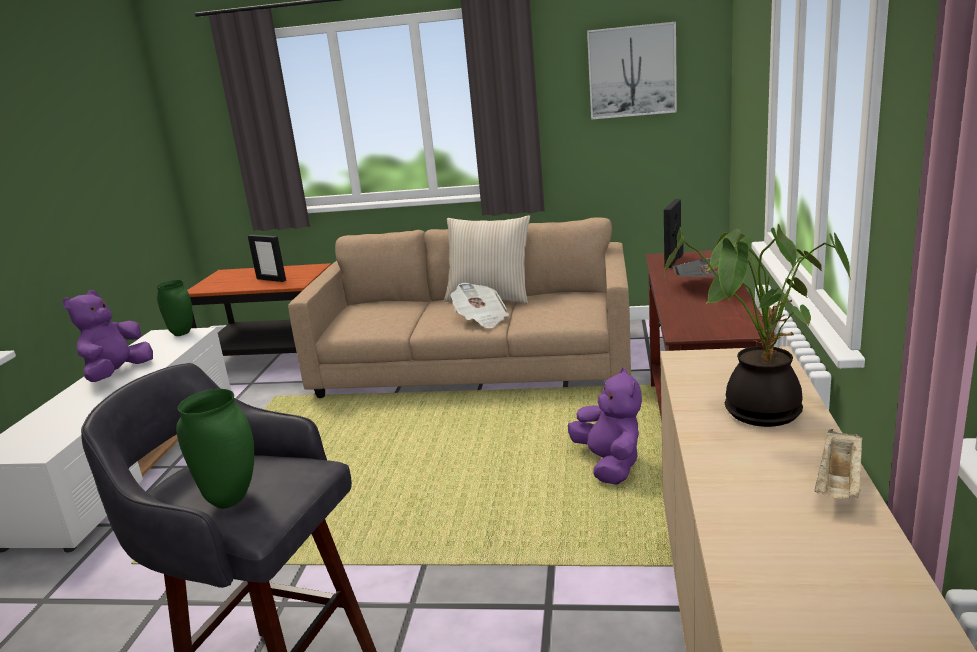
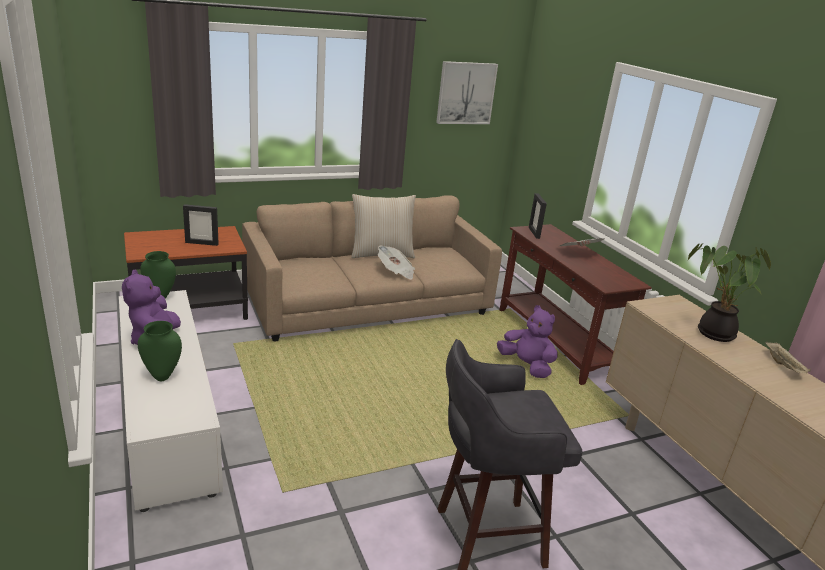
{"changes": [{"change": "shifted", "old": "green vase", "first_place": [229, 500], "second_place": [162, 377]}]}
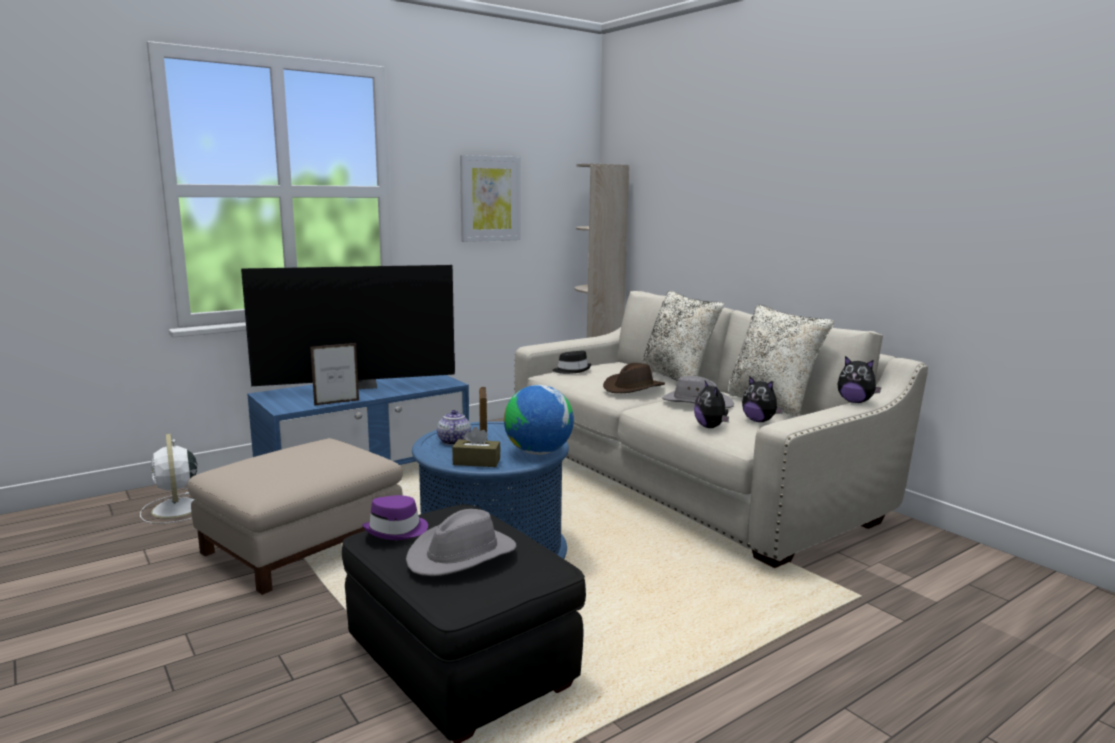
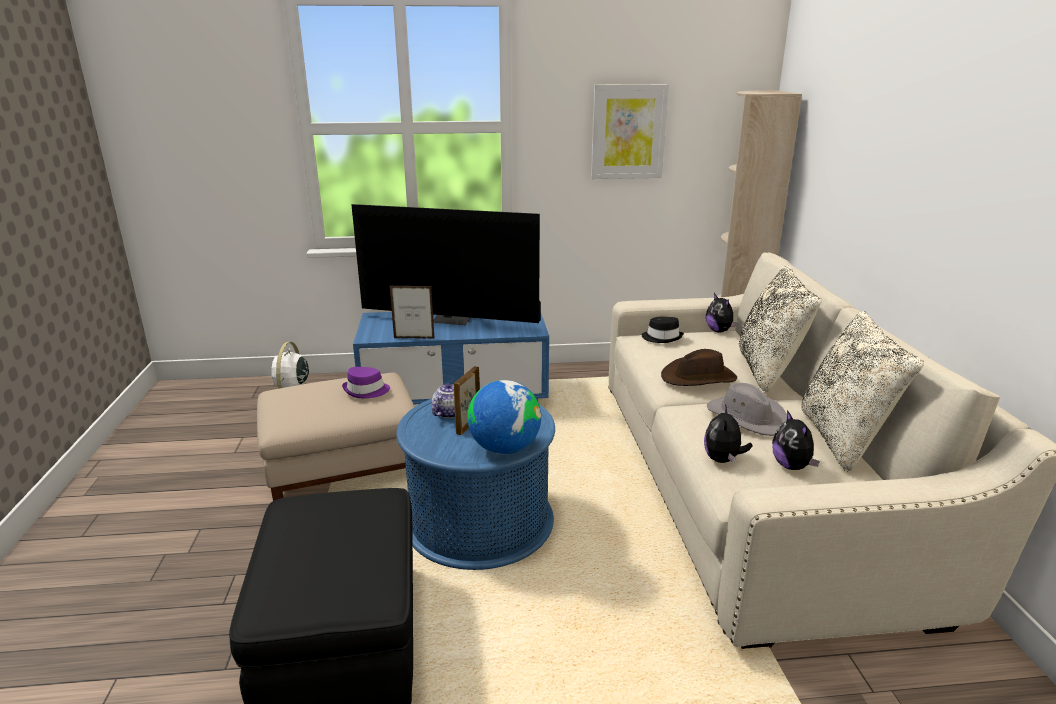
{"changes": [{"change": "shifted", "old": "purple hat", "first_place": [397, 530], "second_place": [366, 391]}, {"change": "shifted", "old": "plush toy", "first_place": [855, 402], "second_place": [719, 331]}, {"change": "gone", "old": "grey hat", "first_place": [462, 555]}, {"change": "gone", "old": "brown tissue box", "first_place": [476, 462]}]}
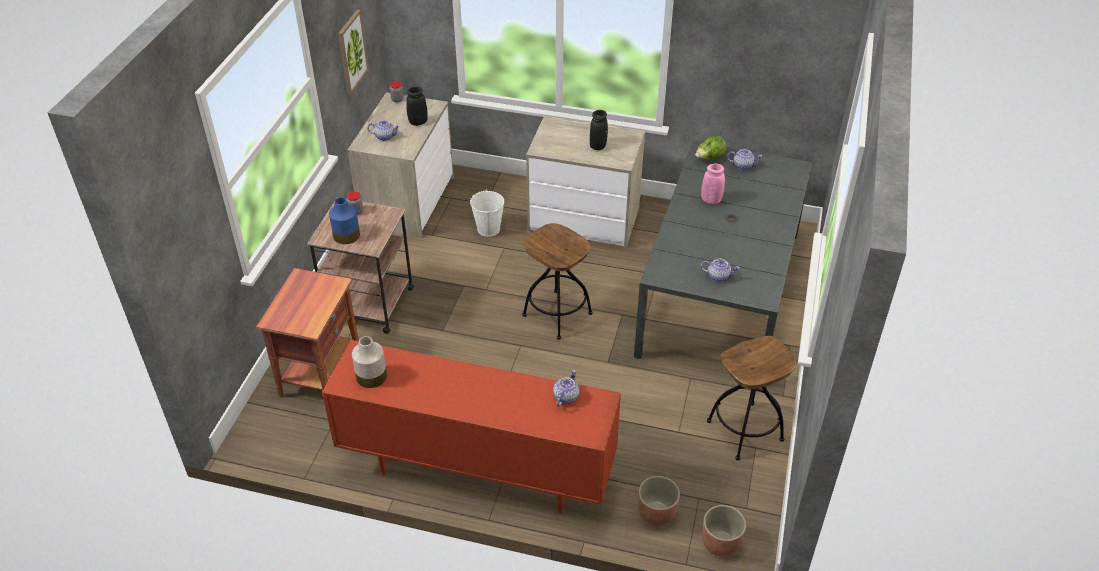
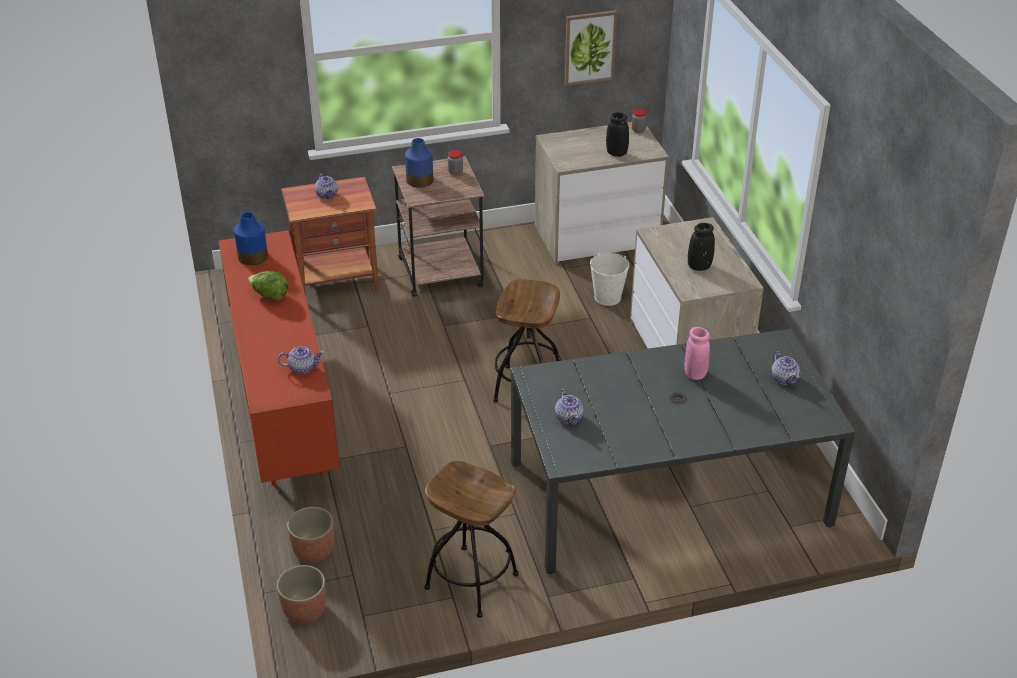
{"changes": [{"change": "repainted", "old": "beige vase", "new": "blue vase", "first_place": [371, 376], "second_place": [252, 256]}, {"change": "shifted", "old": "lettuce", "first_place": [709, 158], "second_place": [269, 296]}, {"change": "shifted", "old": "teapot", "first_place": [385, 136], "second_place": [327, 195]}]}
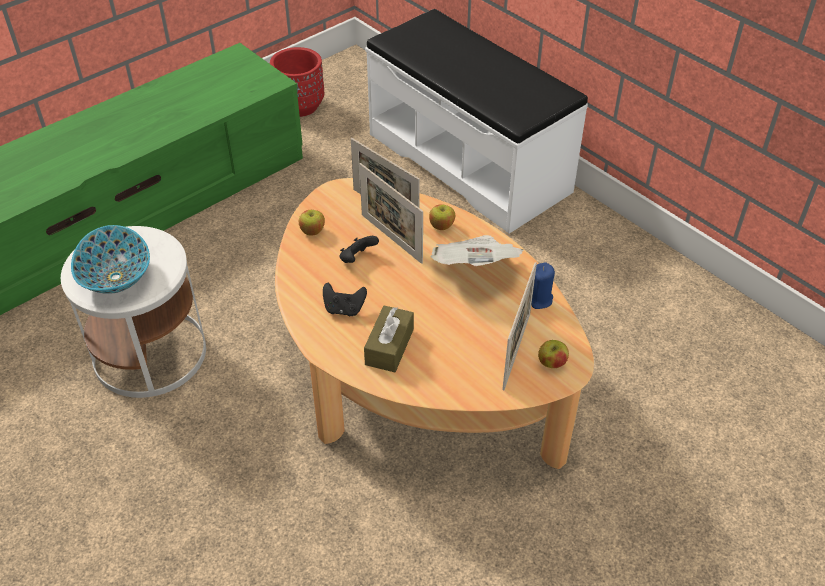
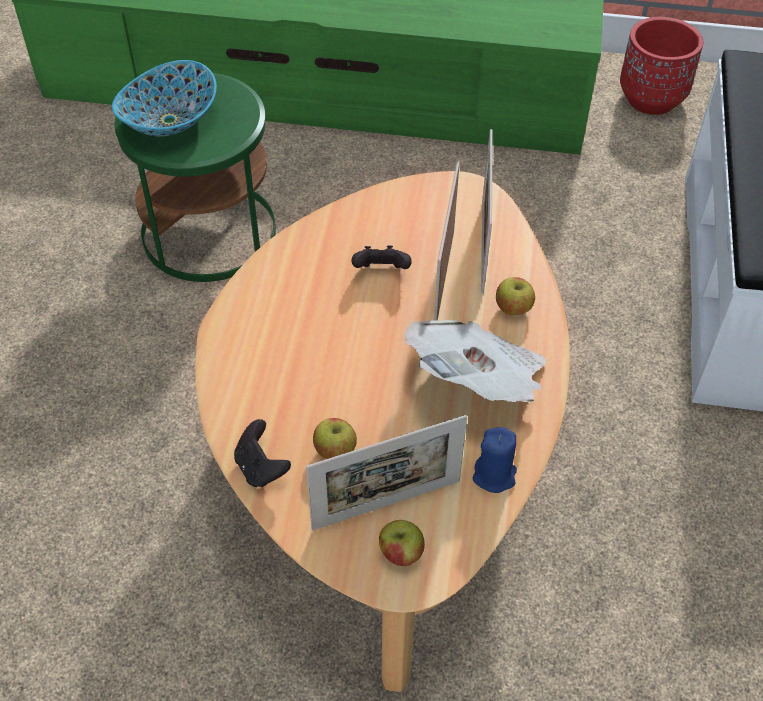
{"changes": [{"change": "repainted", "old": "white side table", "new": "green side table", "first_place": [150, 353], "second_place": [210, 232]}, {"change": "shifted", "old": "black game controller", "first_place": [344, 309], "second_place": [261, 468]}, {"change": "shifted", "old": "apple", "first_place": [312, 231], "second_place": [335, 450]}, {"change": "gone", "old": "brown tissue box", "first_place": [389, 347]}]}
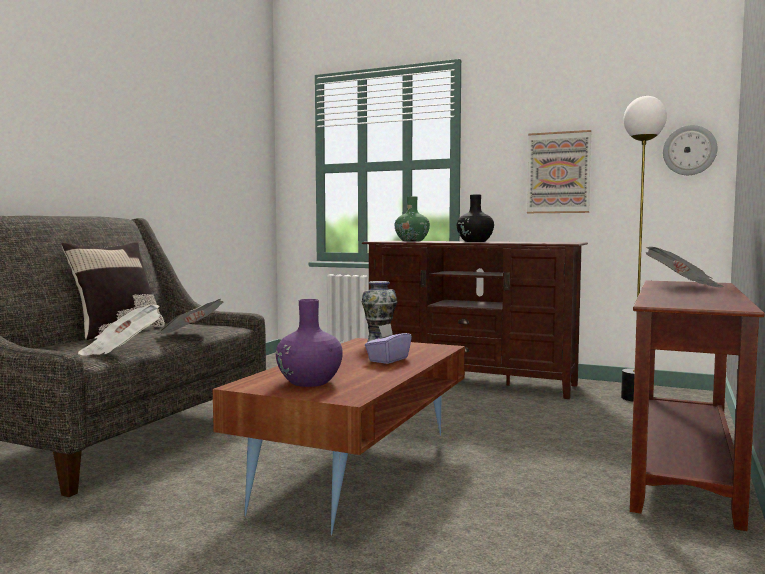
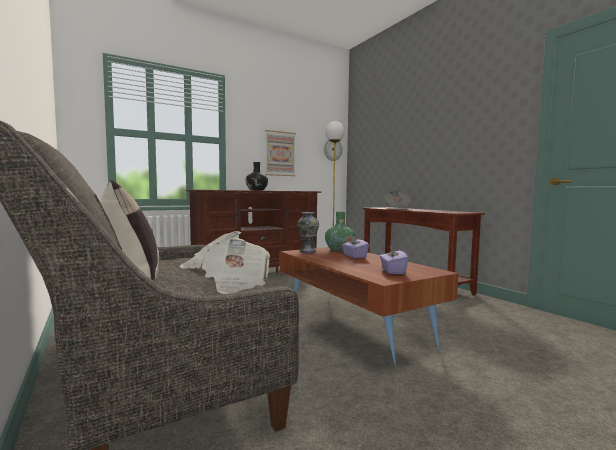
{"changes": [{"change": "shifted", "old": "green vase", "first_place": [412, 241], "second_place": [339, 250]}, {"change": "swapped", "old": "purple vase", "new": "purple tissue box", "first_place": [309, 382], "second_place": [392, 271]}]}
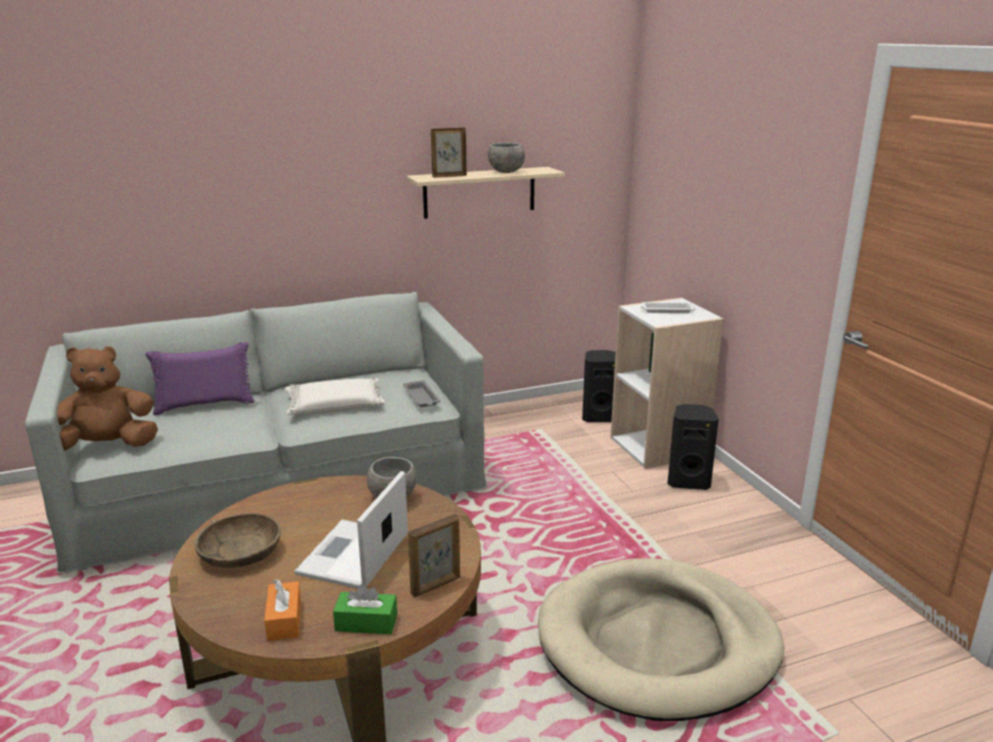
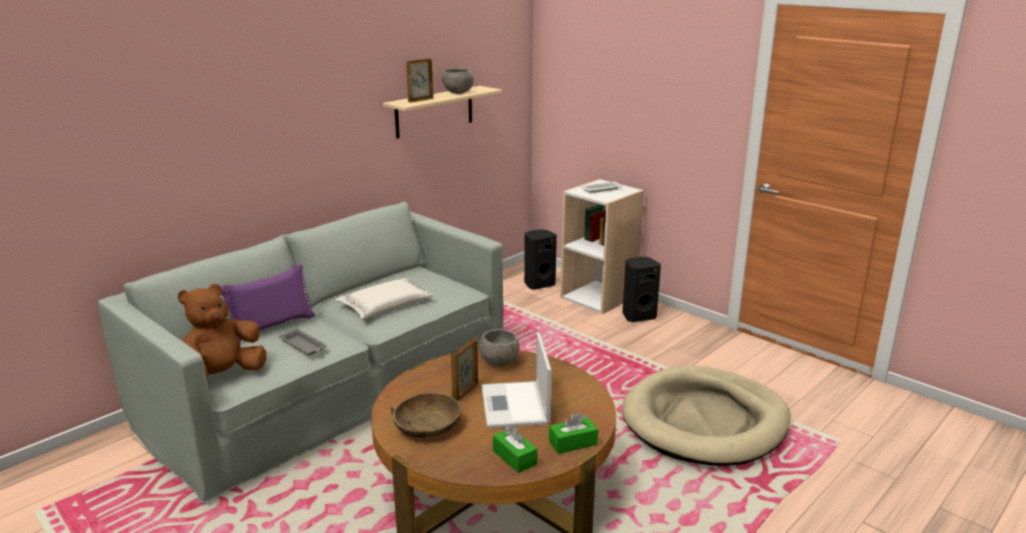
{"changes": [{"change": "shifted", "old": "grey tray", "first_place": [422, 397], "second_place": [303, 346]}, {"change": "shifted", "old": "picture frame", "first_place": [436, 586], "second_place": [465, 392]}, {"change": "repainted", "old": "orange tissue box", "new": "green tissue box", "first_place": [284, 620], "second_place": [514, 457]}]}
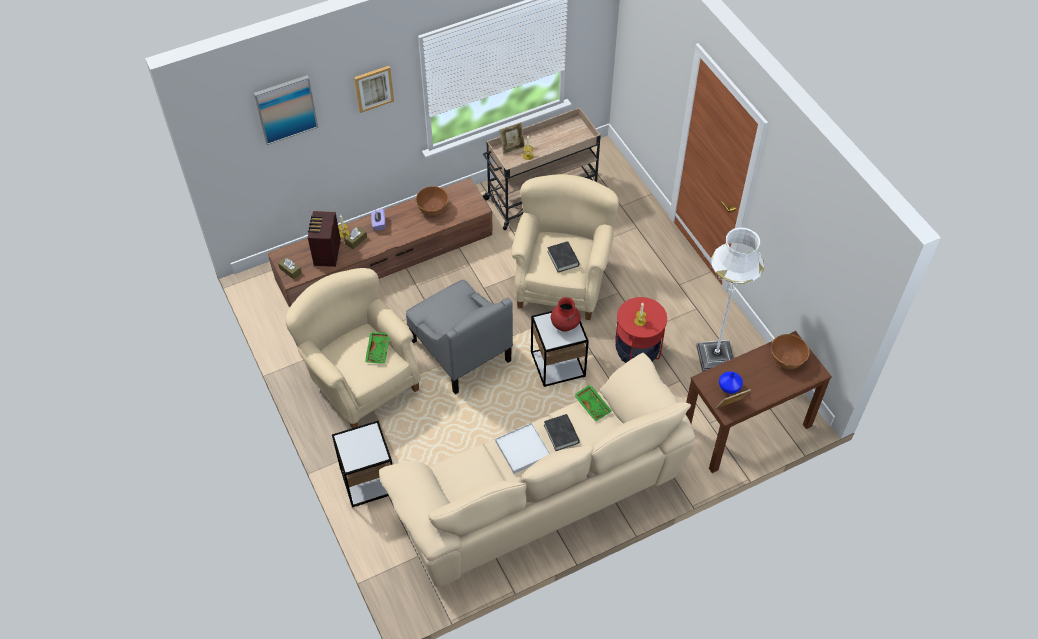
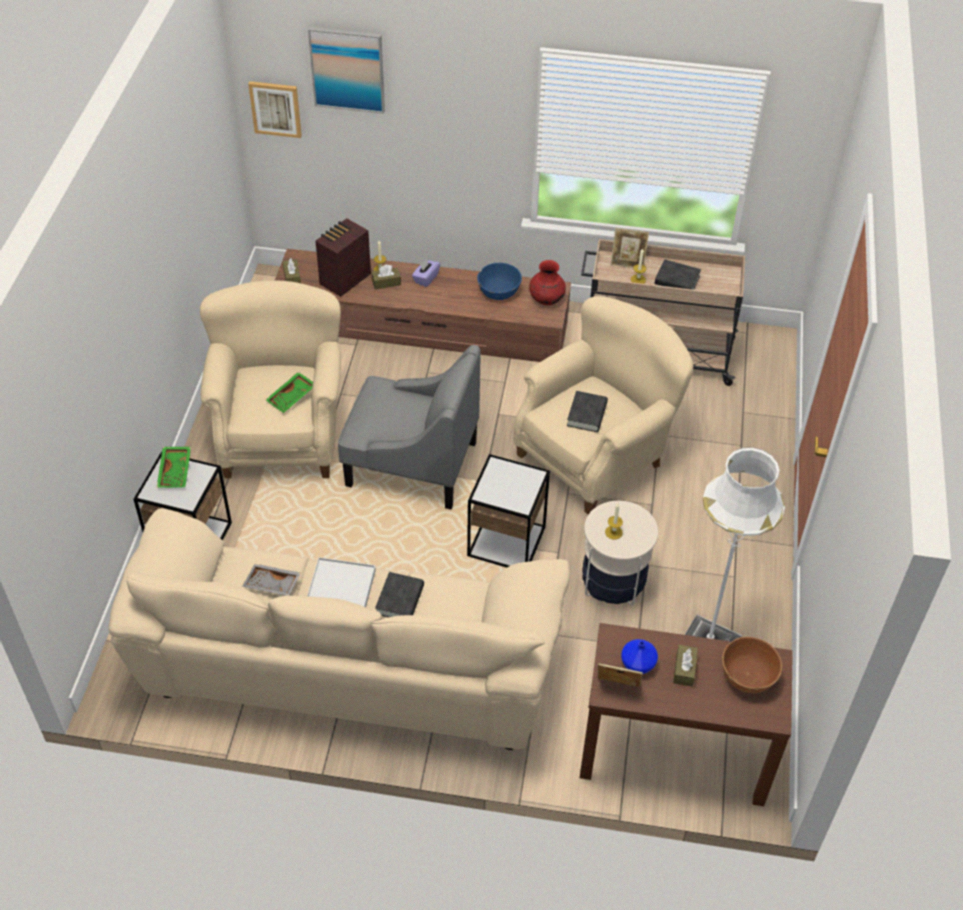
{"changes": [{"change": "shifted", "old": "green tray", "first_place": [593, 405], "second_place": [176, 471]}, {"change": "new", "new": "grey tray", "second_place": [271, 585]}, {"change": "shifted", "old": "picture", "first_place": [373, 88], "second_place": [275, 108]}, {"change": "rotated", "old": "grey armchair", "first_place": [460, 350], "second_place": [411, 464], "degrees": -75}, {"change": "repainted", "old": "brown bowl", "new": "blue bowl", "first_place": [433, 208], "second_place": [499, 292]}, {"change": "shifted", "old": "red vase", "first_place": [565, 325], "second_place": [546, 300]}, {"change": "repainted", "old": "red side table", "new": "beige side table", "first_place": [637, 352], "second_place": [613, 584]}, {"change": "new", "new": "black book", "second_place": [677, 280]}, {"change": "new", "new": "brown tissue box", "second_place": [684, 669]}]}
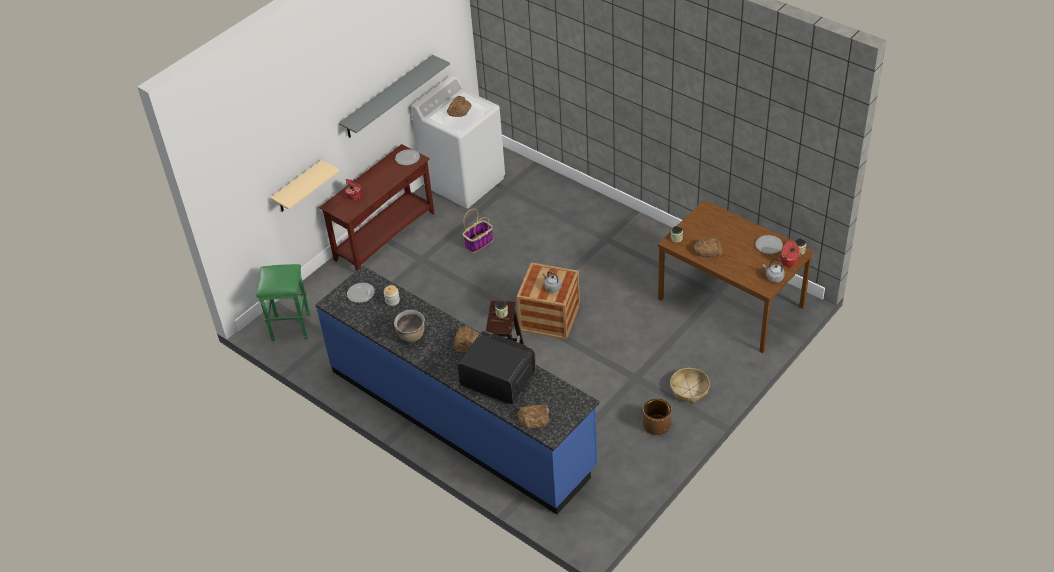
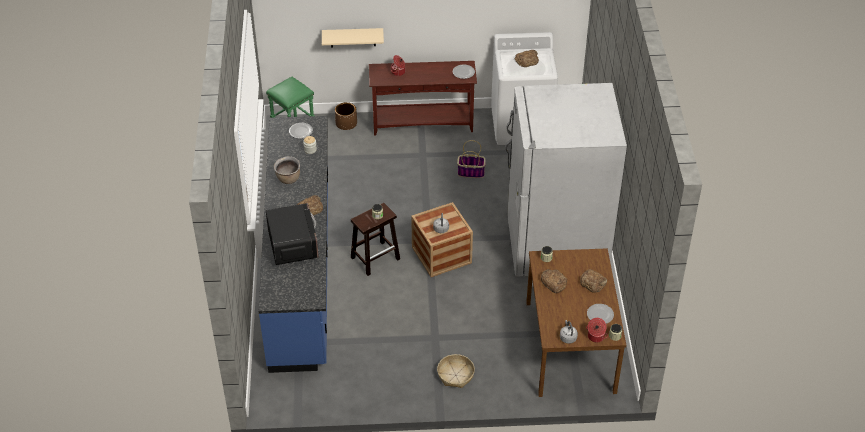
{"changes": [{"change": "shifted", "old": "brown planter", "first_place": [656, 425], "second_place": [346, 123]}, {"change": "new", "new": "white fridge", "second_place": [556, 245]}, {"change": "shifted", "old": "bread", "first_place": [534, 418], "second_place": [593, 282]}, {"change": "gone", "old": "grey shelf", "first_place": [388, 97]}]}
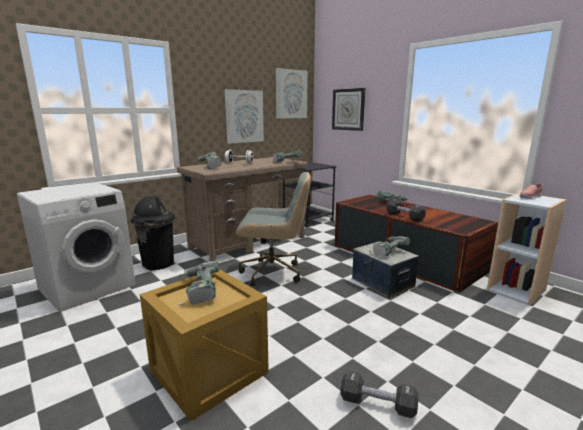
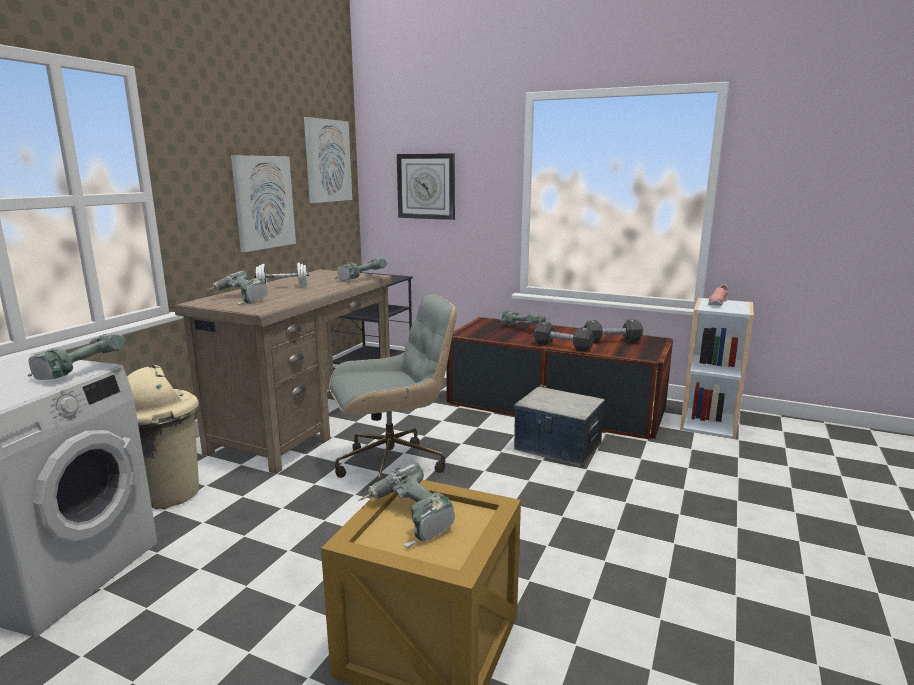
{"changes": [{"change": "shifted", "old": "power drill", "first_place": [388, 251], "second_place": [79, 370]}, {"change": "repainted", "old": "black trash can", "new": "beige trash can", "first_place": [158, 263], "second_place": [168, 493]}, {"change": "shifted", "old": "black dumbbell", "first_place": [377, 404], "second_place": [611, 341]}]}
